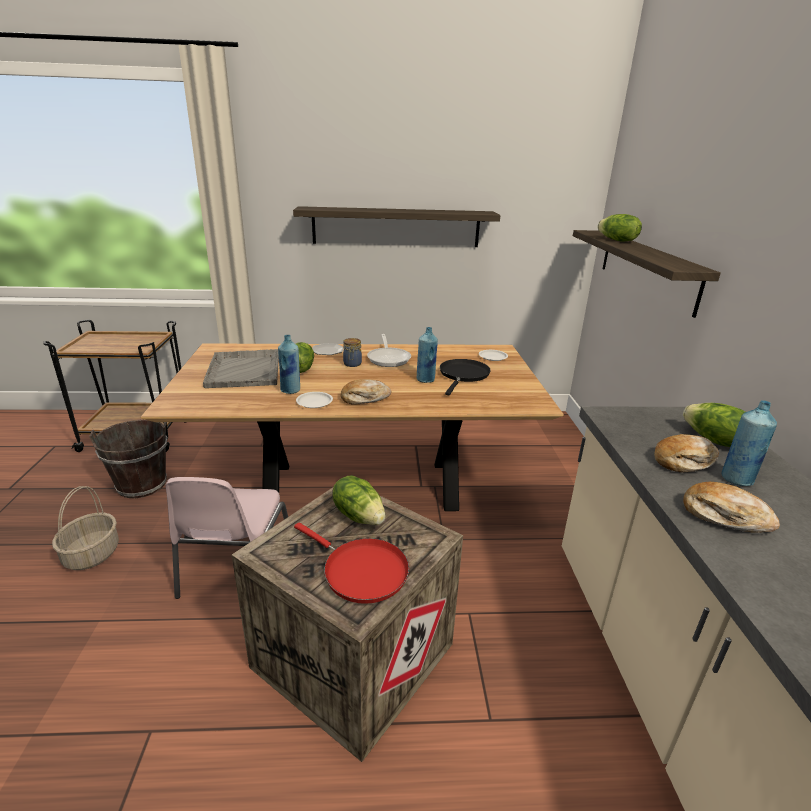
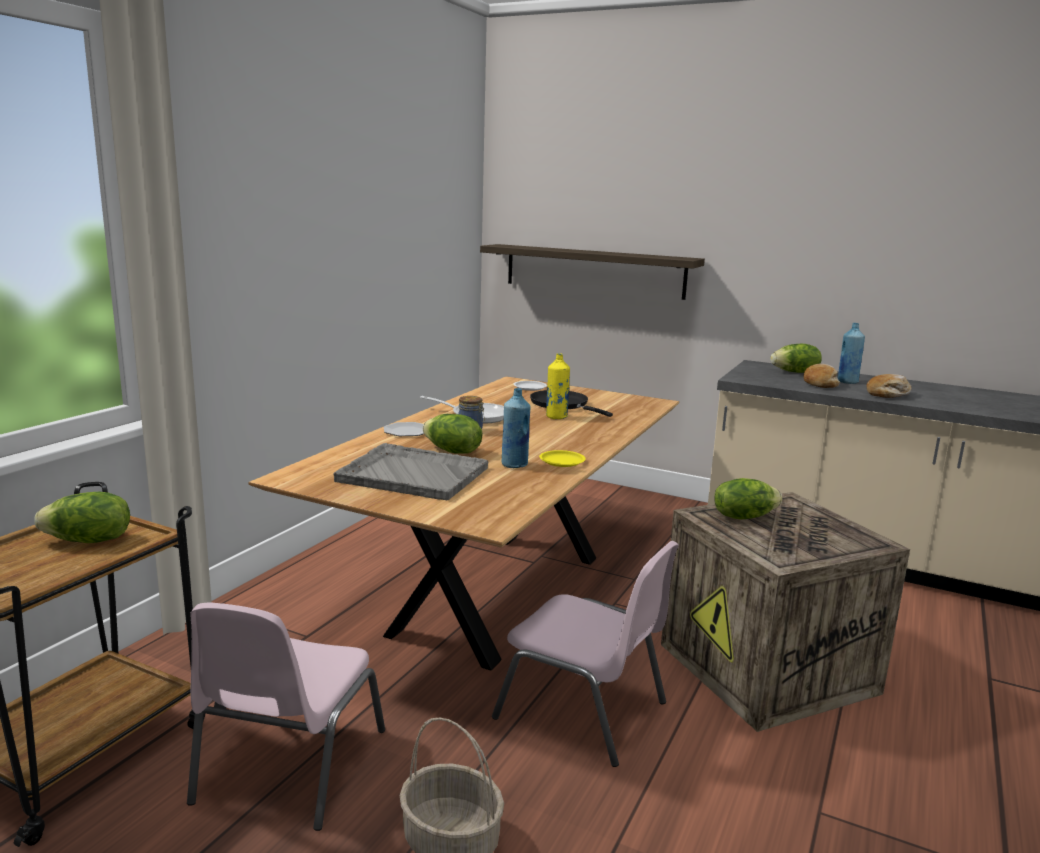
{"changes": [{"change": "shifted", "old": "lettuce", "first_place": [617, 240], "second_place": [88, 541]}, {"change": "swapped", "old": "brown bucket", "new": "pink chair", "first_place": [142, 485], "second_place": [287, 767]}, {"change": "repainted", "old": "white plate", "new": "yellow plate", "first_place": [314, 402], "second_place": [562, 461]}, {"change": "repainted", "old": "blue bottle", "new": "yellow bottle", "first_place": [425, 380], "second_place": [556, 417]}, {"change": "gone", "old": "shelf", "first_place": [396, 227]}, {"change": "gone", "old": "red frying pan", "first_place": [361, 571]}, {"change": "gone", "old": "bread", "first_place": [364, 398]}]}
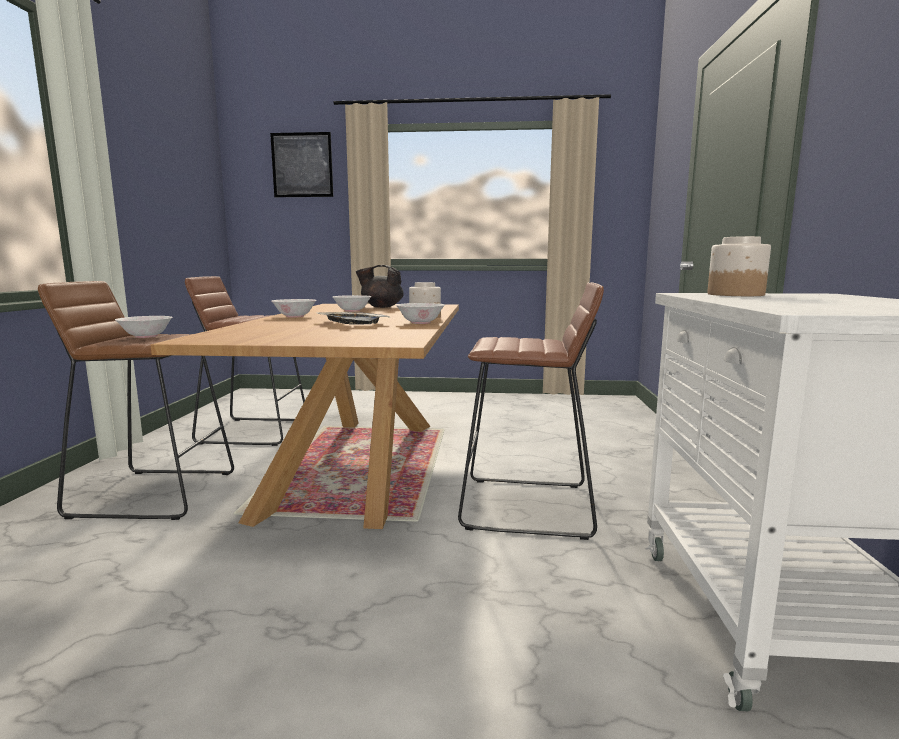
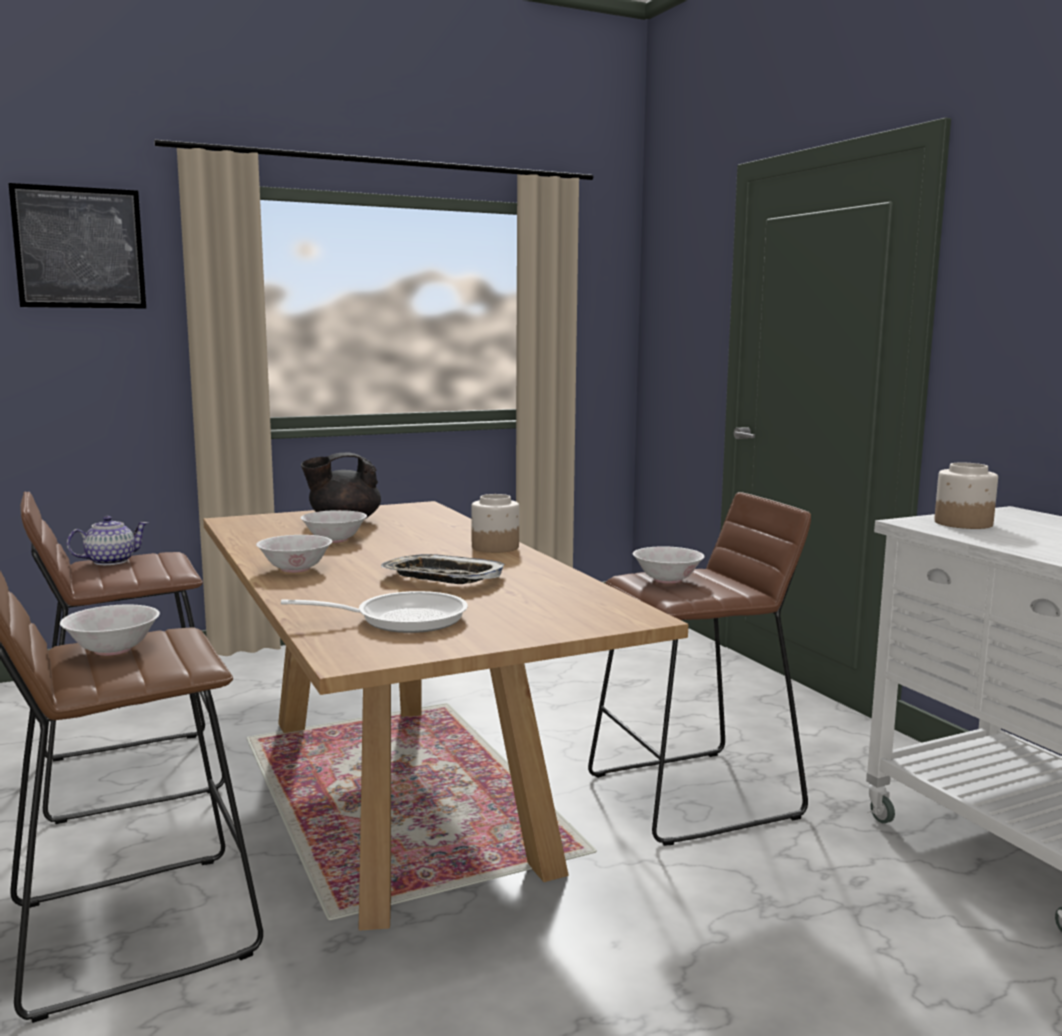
{"changes": [{"change": "new", "new": "teapot", "second_place": [110, 561]}, {"change": "new", "new": "frying pan", "second_place": [401, 619]}, {"change": "shifted", "old": "white bowl", "first_place": [420, 323], "second_place": [667, 579]}]}
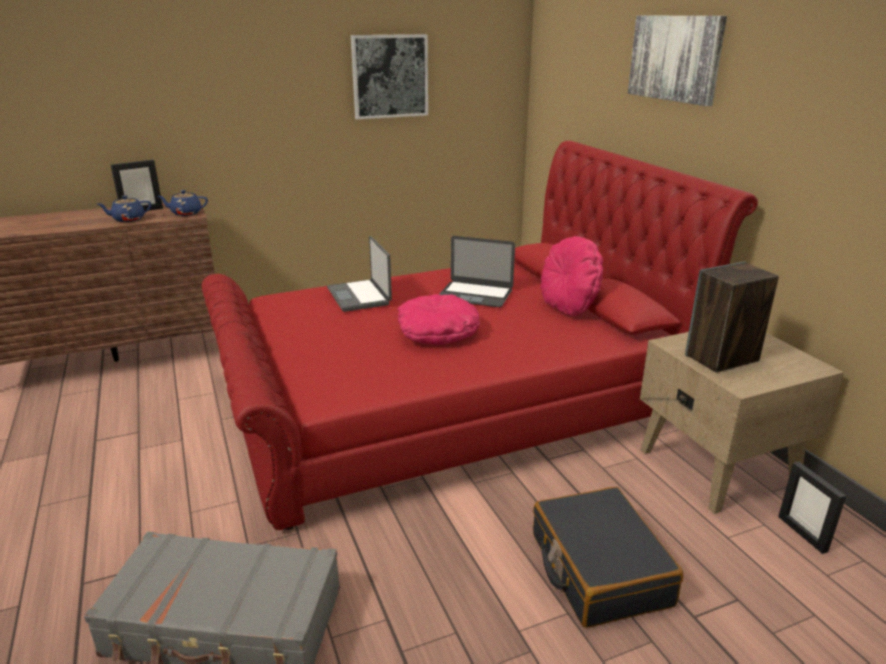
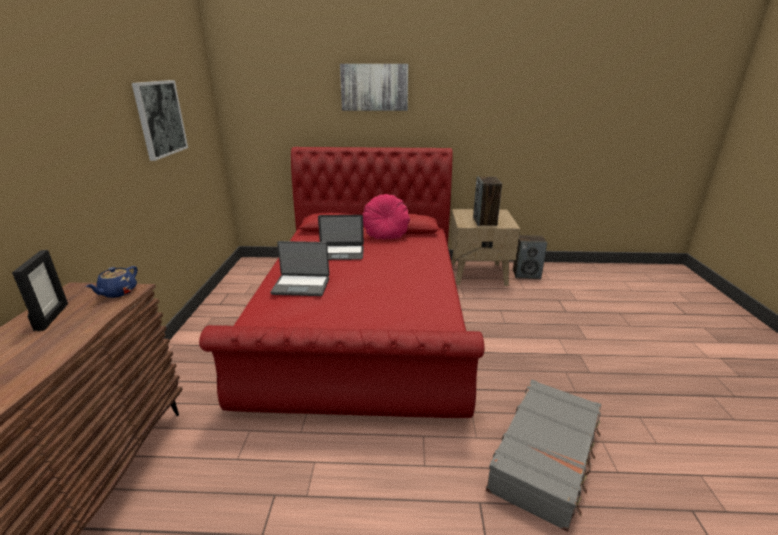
{"changes": [{"change": "rotated", "old": "laptop", "first_place": [475, 294], "second_place": [340, 253], "degrees": 45}, {"change": "swapped", "old": "picture frame", "new": "speaker", "first_place": [803, 533], "second_place": [526, 274]}, {"change": "gone", "old": "blue teapot", "first_place": [128, 219]}, {"change": "gone", "old": "pink pillow", "first_place": [439, 332]}, {"change": "gone", "old": "black suitcase", "first_place": [598, 569]}]}
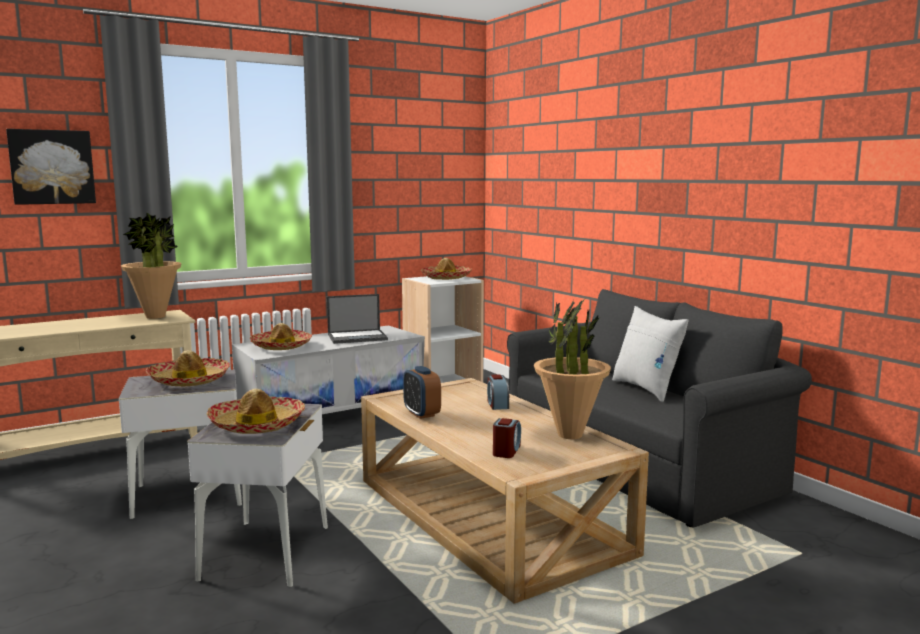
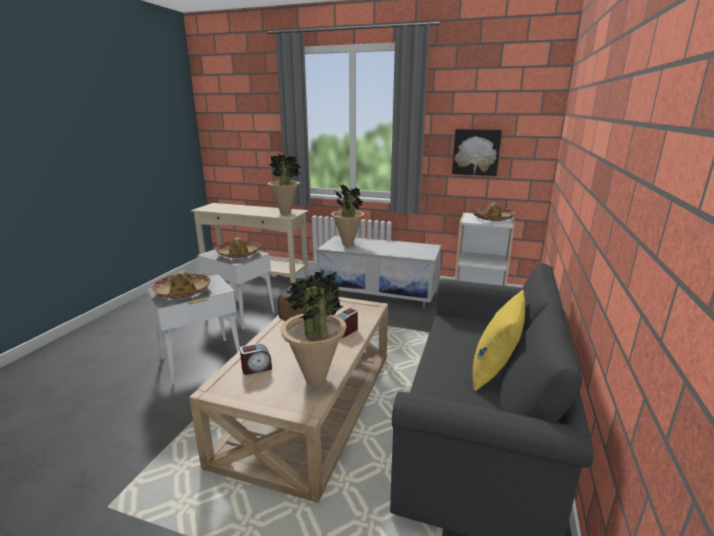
{"changes": [{"change": "swapped", "old": "hat", "new": "potted plant", "first_place": [281, 346], "second_place": [348, 244]}, {"change": "shifted", "old": "picture", "first_place": [52, 167], "second_place": [476, 152]}, {"change": "repainted", "old": "grey pillow", "new": "yellow pillow", "first_place": [646, 389], "second_place": [494, 372]}, {"change": "gone", "old": "laptop", "first_place": [358, 337]}]}
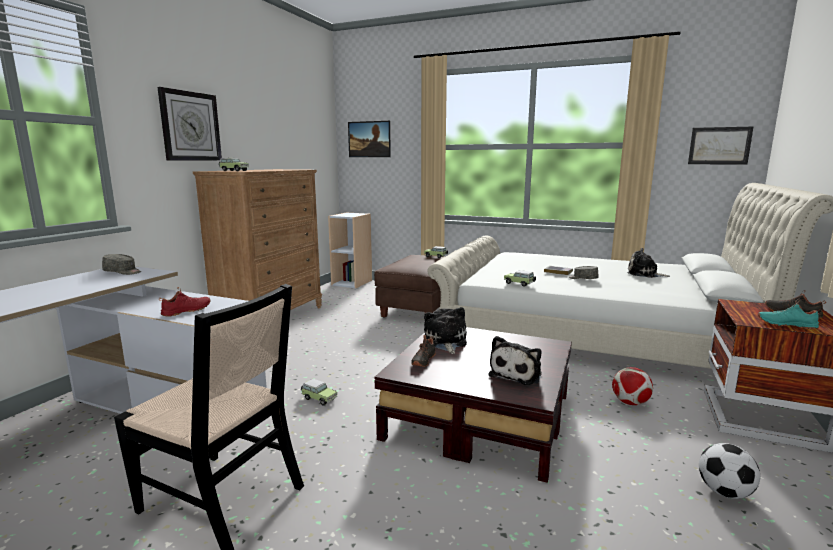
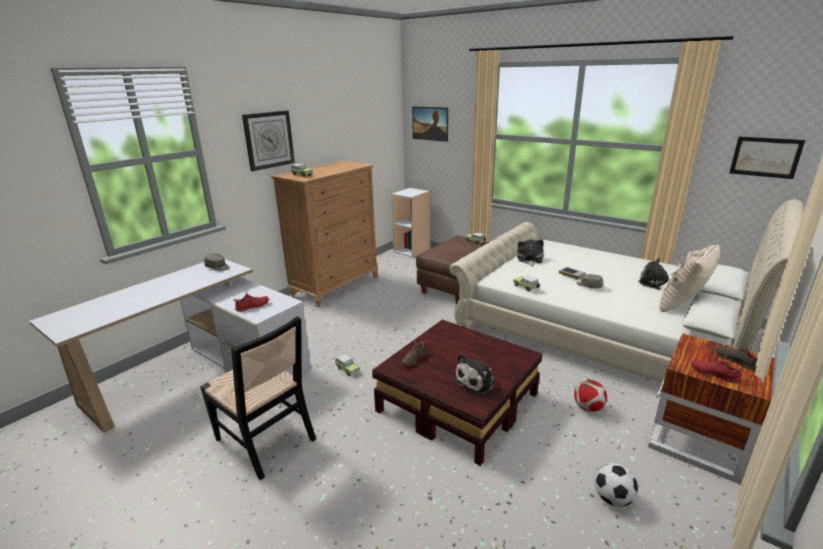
{"changes": [{"change": "shifted", "old": "plush toy", "first_place": [445, 342], "second_place": [529, 259]}, {"change": "new", "new": "beige pillow", "second_place": [681, 304]}, {"change": "repainted", "old": "turquoise shoe", "new": "red shoe", "first_place": [786, 324], "second_place": [714, 374]}]}
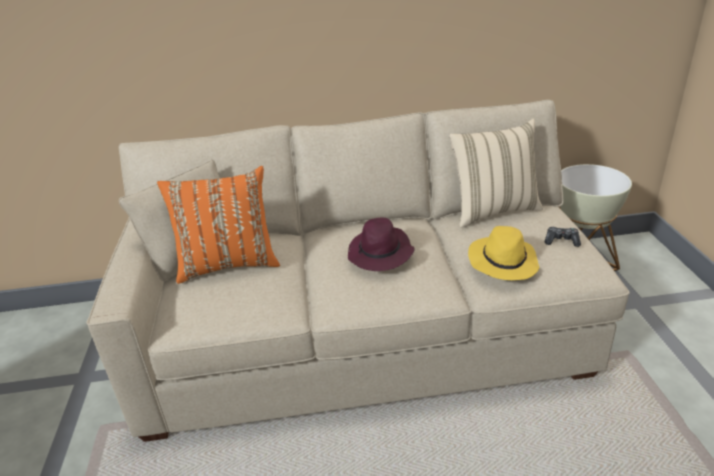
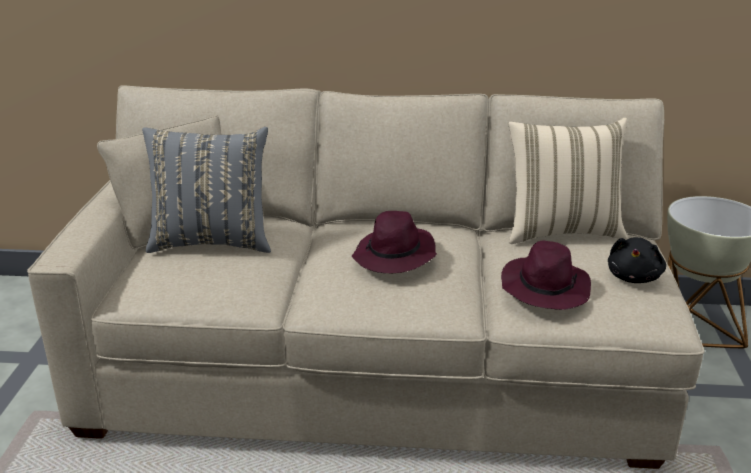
{"changes": [{"change": "repainted", "old": "orange pillow", "new": "grey pillow", "first_place": [228, 264], "second_place": [212, 242]}, {"change": "repainted", "old": "yellow hat", "new": "purple hat", "first_place": [502, 262], "second_place": [544, 288]}, {"change": "swapped", "old": "game controller", "new": "black plush toy", "first_place": [561, 241], "second_place": [634, 277]}]}
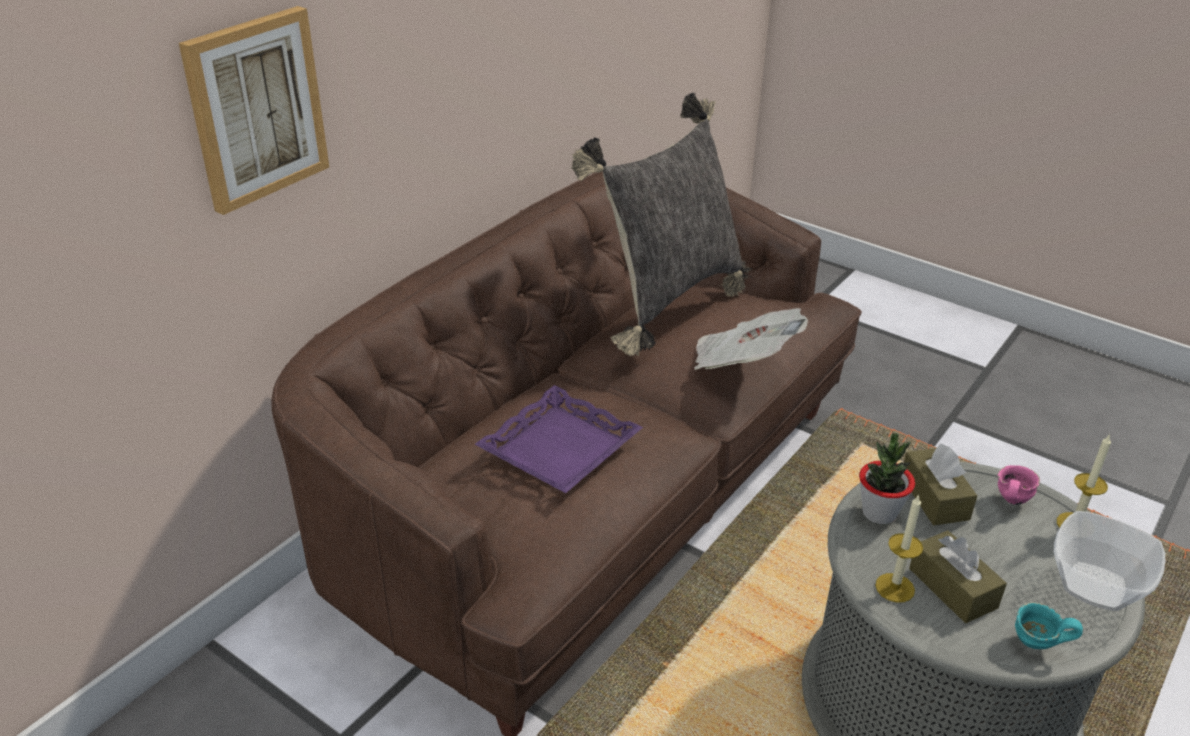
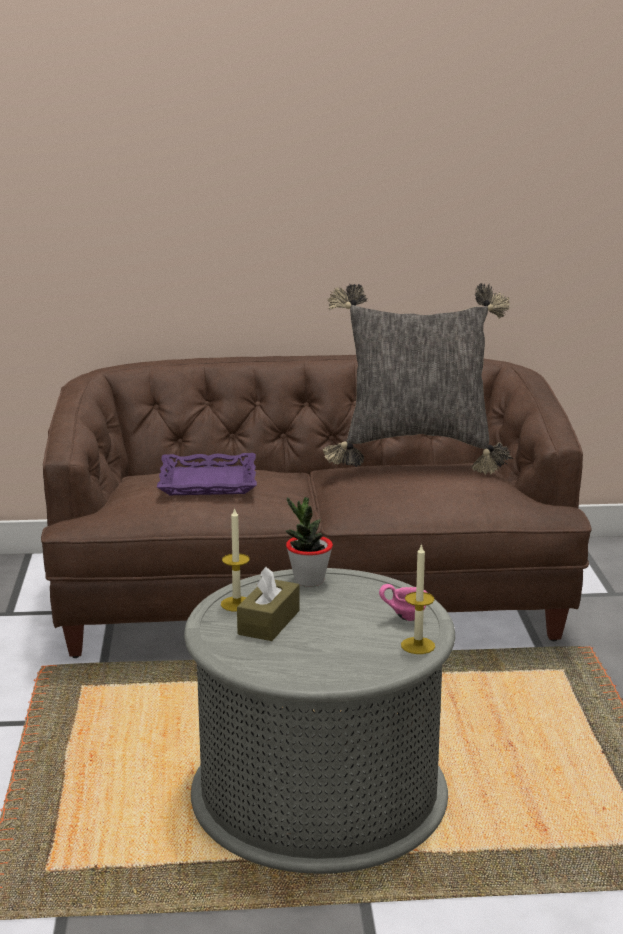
{"changes": [{"change": "gone", "old": "picture", "first_place": [256, 108]}, {"change": "gone", "old": "newspaper", "first_place": [743, 363]}, {"change": "gone", "old": "brown tissue box", "first_place": [934, 497]}, {"change": "gone", "old": "turquoise mug", "first_place": [1037, 646]}, {"change": "gone", "old": "bowl", "first_place": [1096, 588]}]}
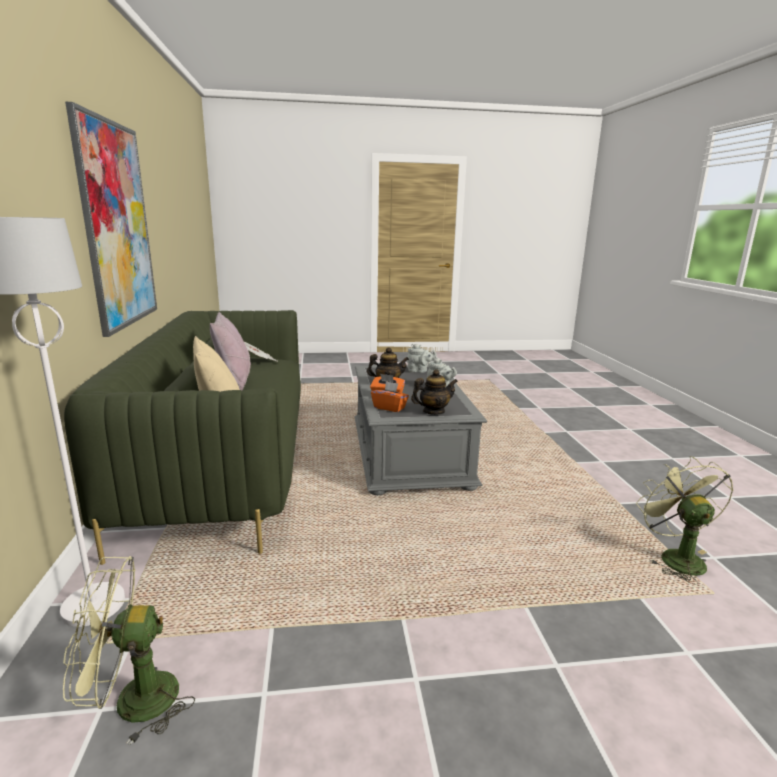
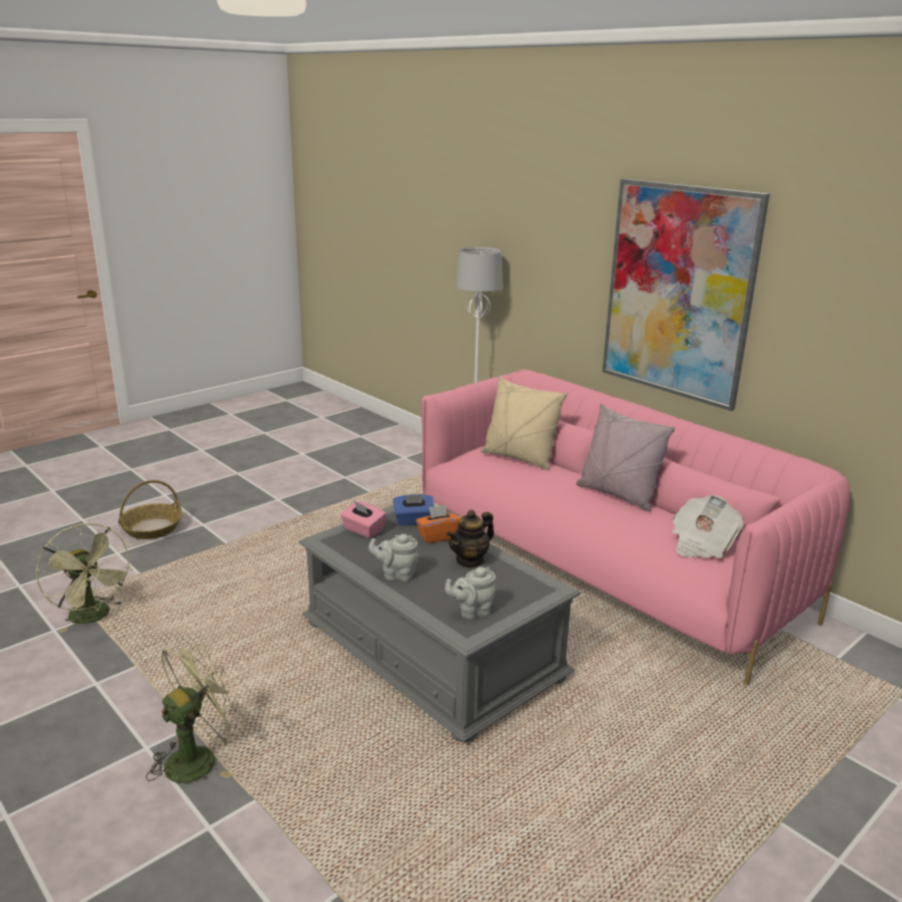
{"changes": [{"change": "new", "new": "basket", "second_place": [152, 528]}, {"change": "shifted", "old": "green fan", "first_place": [132, 702], "second_place": [199, 757]}, {"change": "swapped", "old": "teapot", "new": "pink tissue box", "first_place": [433, 411], "second_place": [363, 530]}, {"change": "repainted", "old": "orange tissue box", "new": "blue tissue box", "first_place": [389, 408], "second_place": [413, 521]}, {"change": "repainted", "old": "green sofa", "new": "pink sofa", "first_place": [227, 456], "second_place": [601, 564]}]}
